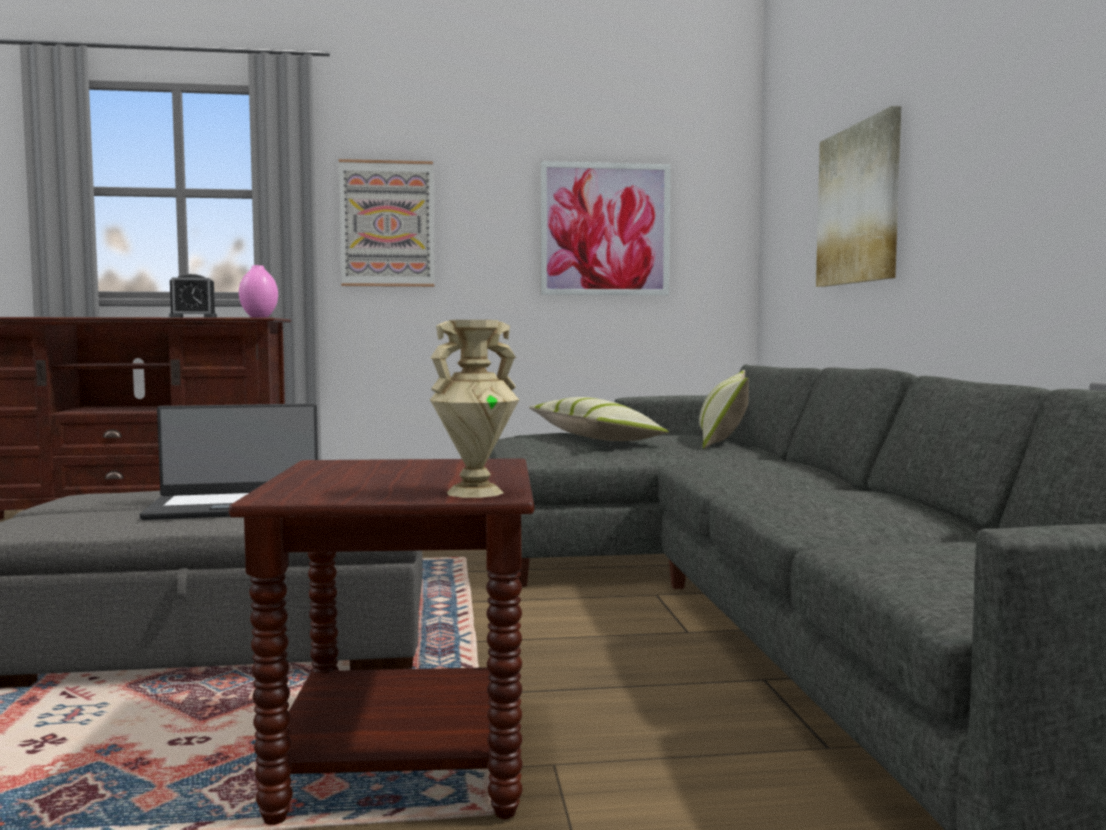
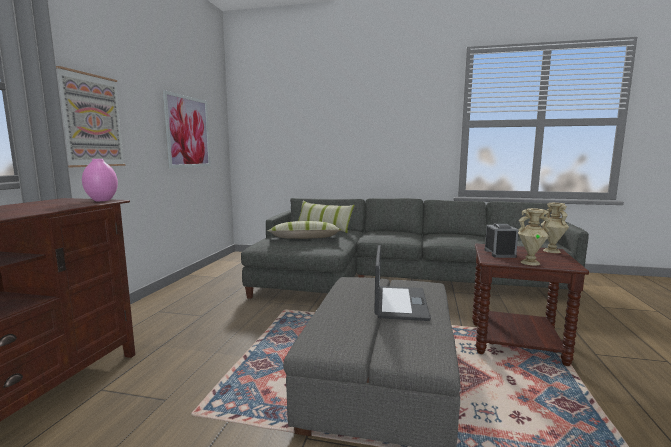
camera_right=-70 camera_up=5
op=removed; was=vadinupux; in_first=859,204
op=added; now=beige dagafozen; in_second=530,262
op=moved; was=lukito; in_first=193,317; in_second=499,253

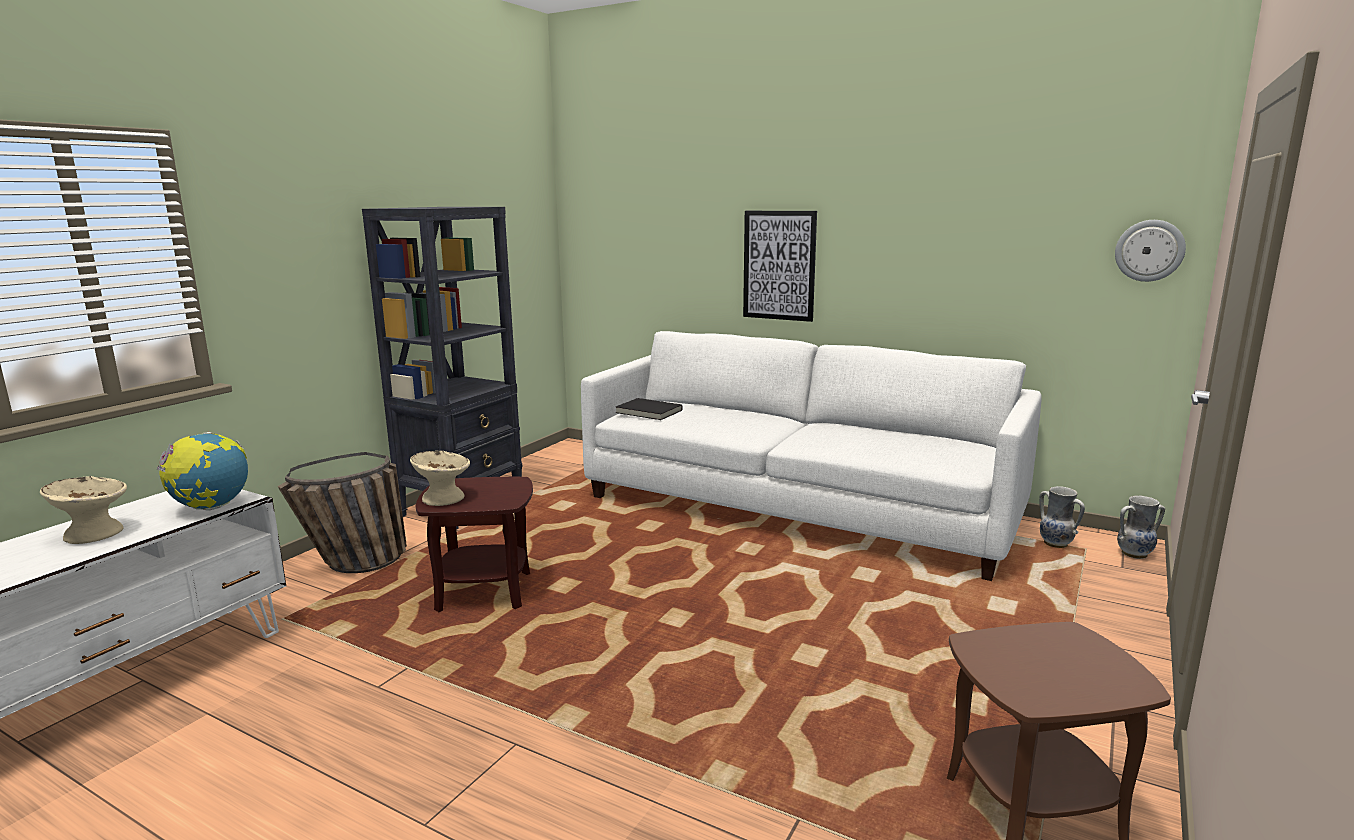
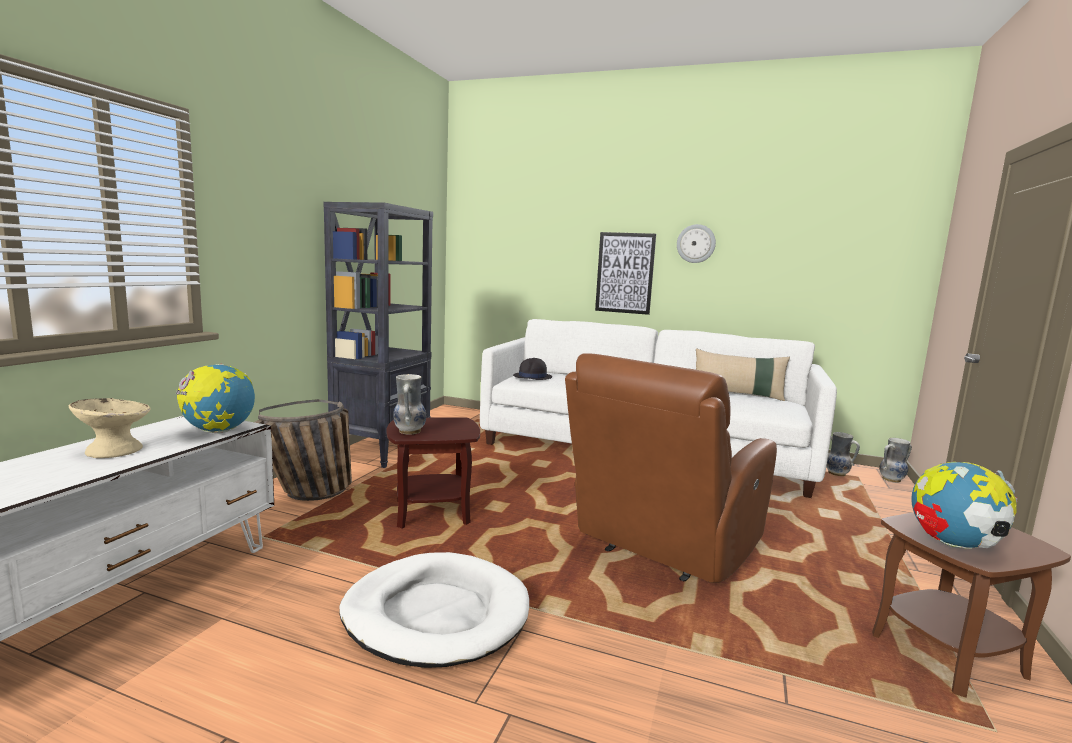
camera_right=-10 camera_up=-5
op=added; now=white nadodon; in_second=436,614
op=added; now=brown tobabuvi; in_second=662,548
op=added; now=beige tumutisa; in_second=737,394
op=added; now=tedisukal; in_second=953,545
op=moved; was=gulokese; in_first=1149,250; in_second=696,243
op=replaced; was=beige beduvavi; now=dagafozen; in_first=443,498; in_second=409,431
op=replaced; was=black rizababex; now=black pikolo; in_first=648,412; in_second=532,377

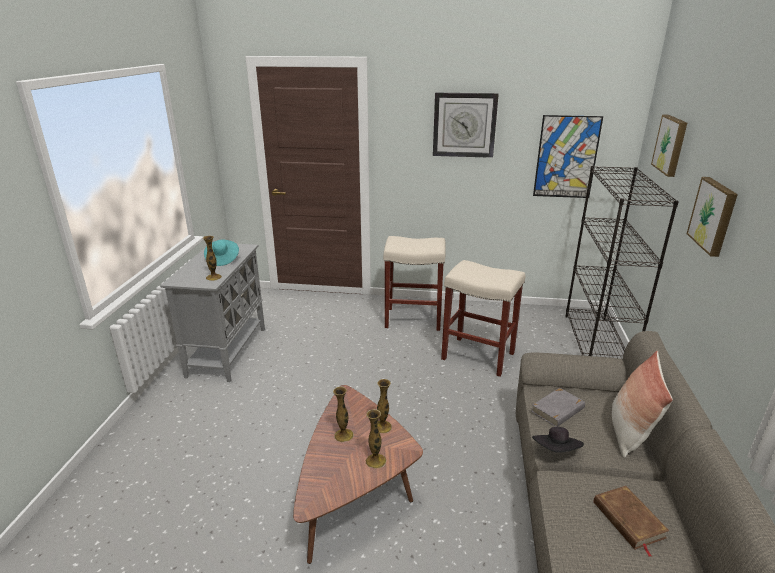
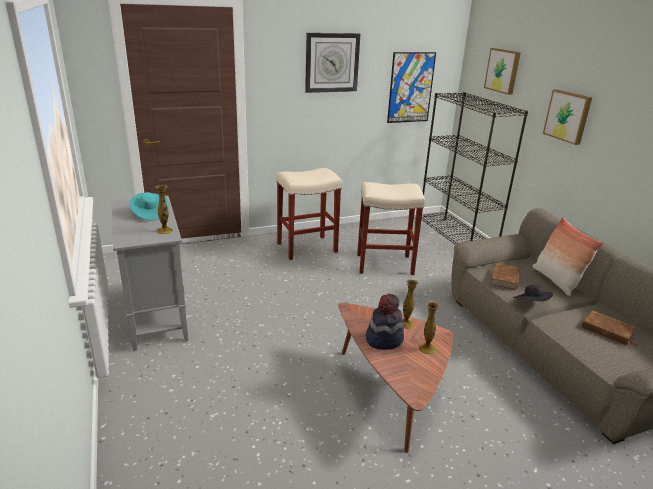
camera_right=-30 camera_up=0
op=replaced; was=dagafozen; now=pikolo; in_first=344,435; in_second=384,339
op=recoloured; was=grey rizababex; now=brown rizababex; in_first=558,410; in_second=505,278

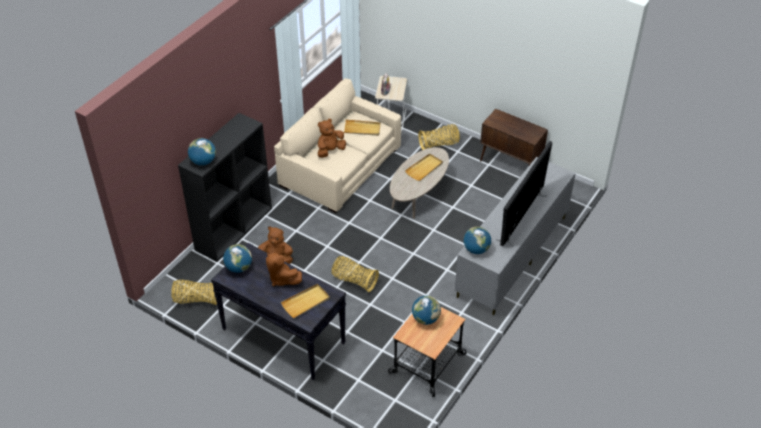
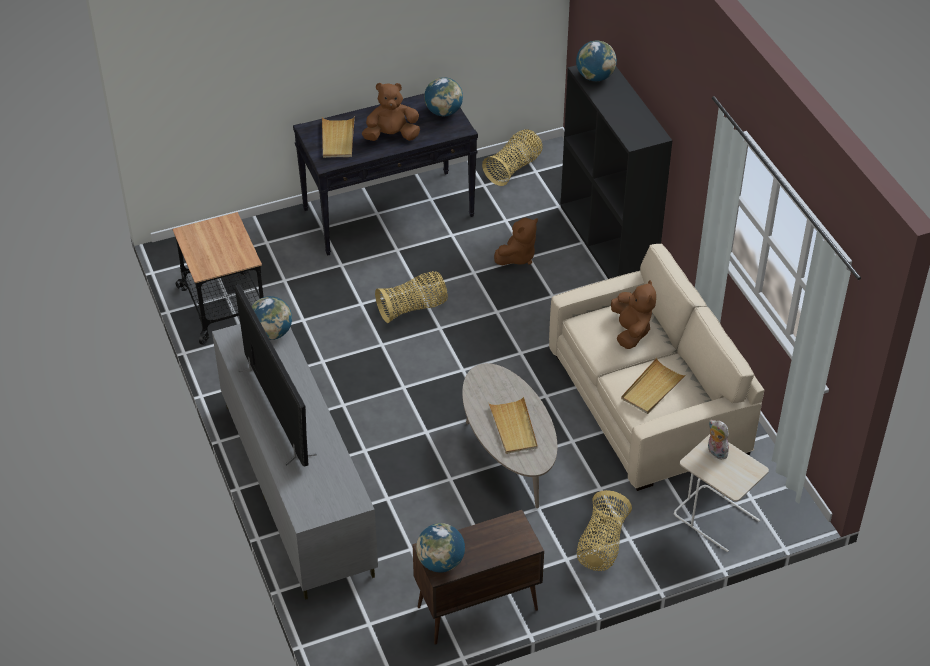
camera_right=125 camera_up=0
op=moved; was=tedisukal; in_first=425,319; in_second=440,562

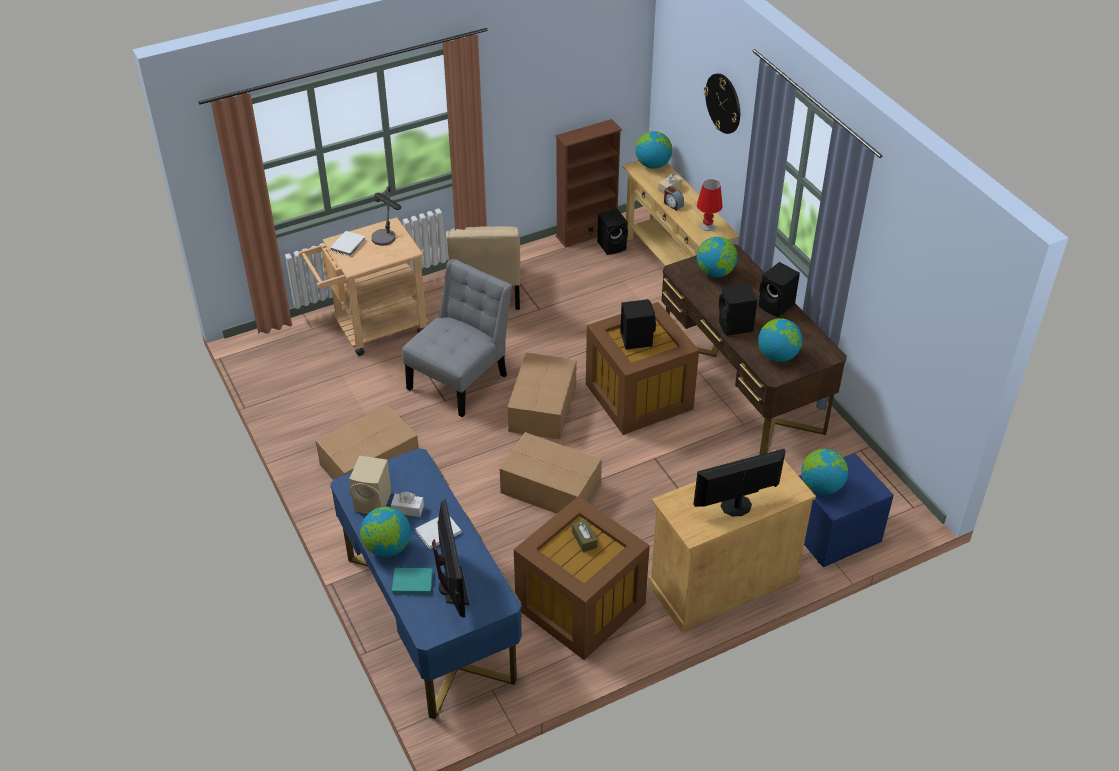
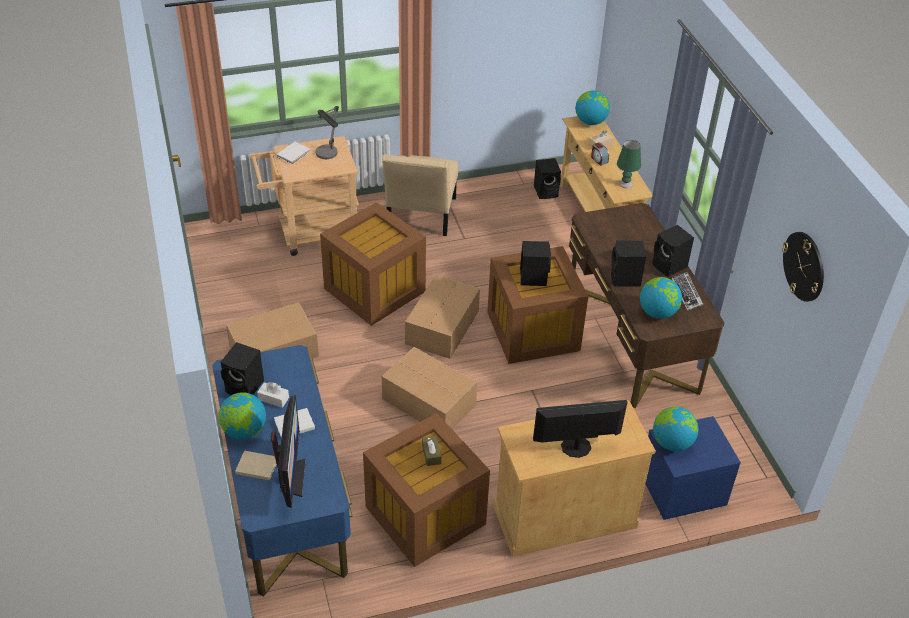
camera_right=10 camera_up=0
op=removed; was=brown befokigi; in_first=586,233
op=removed; was=tedisukal; in_first=715,272
op=added; now=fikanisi; in_second=687,293
op=moved; was=gulokese; in_first=723,103; in_second=804,266
op=replaced; was=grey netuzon; now=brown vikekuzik; in_first=461,379; in_second=376,290
op=recoloured; was=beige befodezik; now=black befodezik; in_first=374,502; in_second=245,387
op=recoloured; was=turquoise rizababex; now=beige rizababex; in_first=411,581; in_second=256,466
op=recoloured; was=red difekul; now=green difekul; in_first=707,226; in_second=625,184

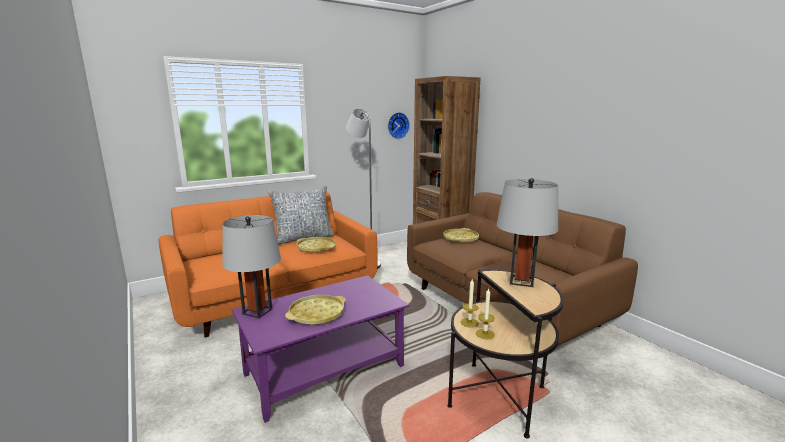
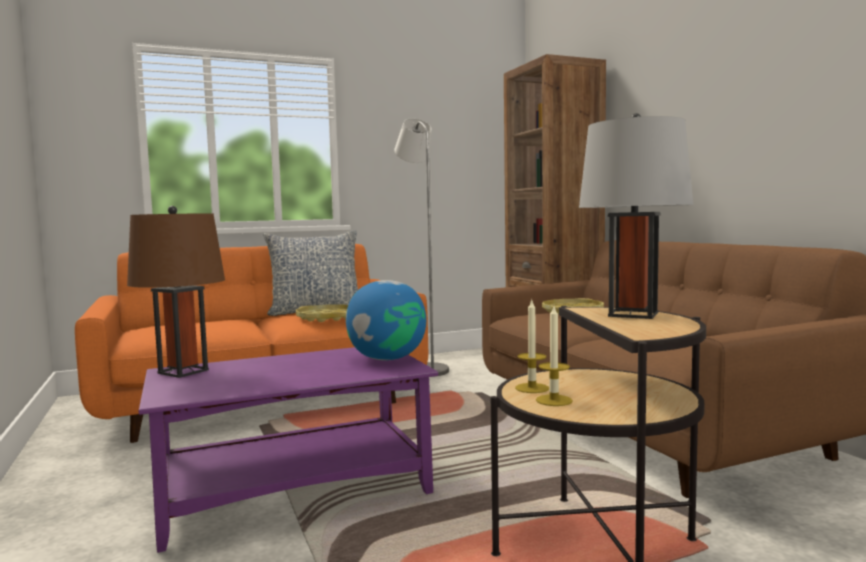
camera_right=10 camera_up=-10
op=removed; was=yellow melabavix; in_first=317,314
op=removed; was=gulokese; in_first=397,125
op=added; now=tedisukal; in_second=387,359
op=recoloured; was=grey difekul; now=brown difekul; in_first=257,311; in_second=183,371

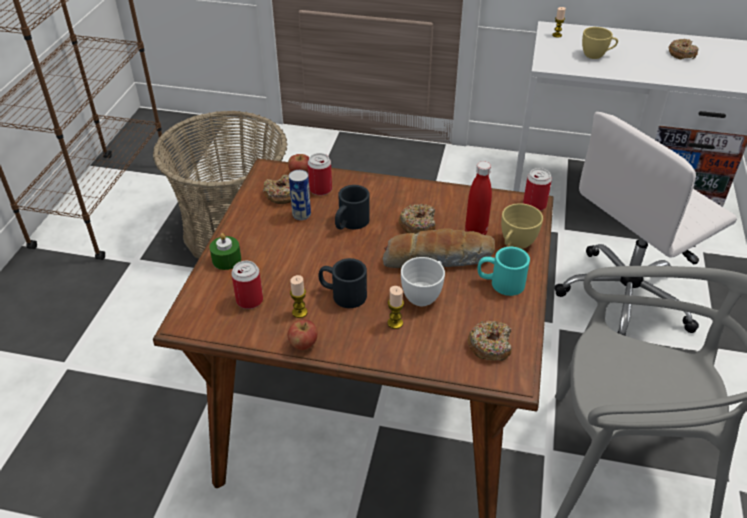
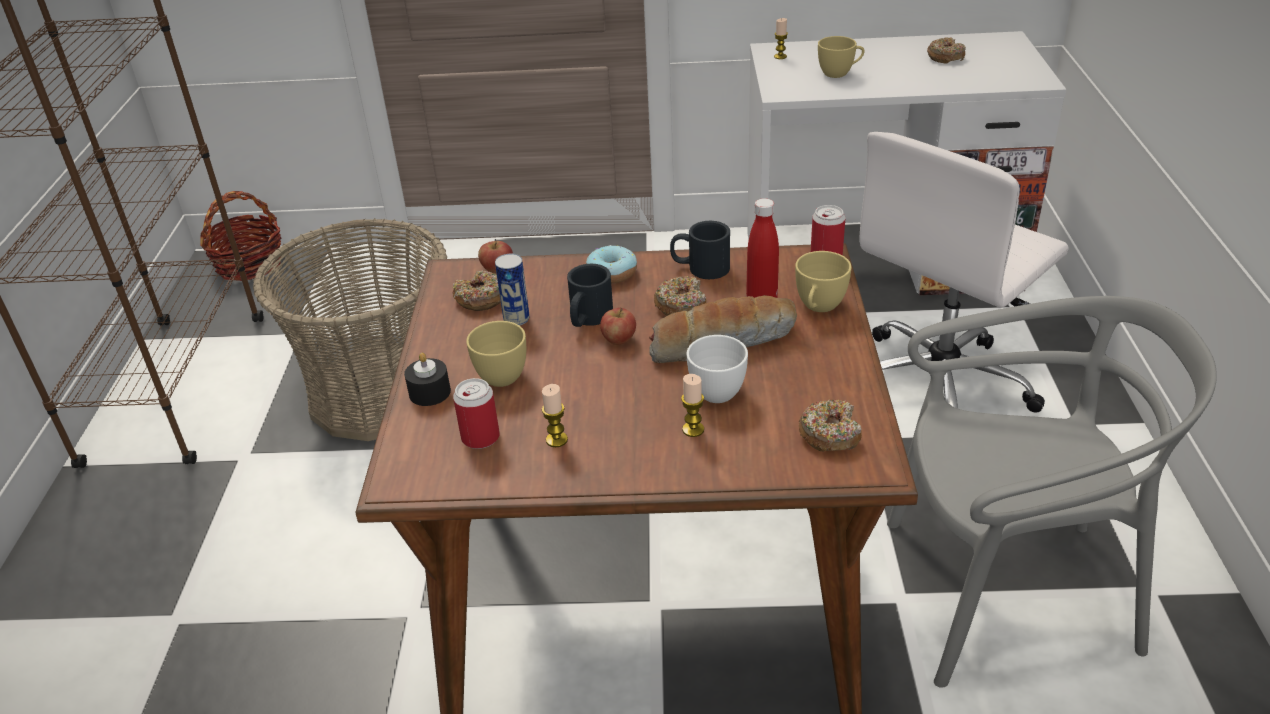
camera_right=-10 camera_up=-5
op=removed; was=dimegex; in_first=320,189
op=removed; was=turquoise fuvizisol; in_first=500,283
op=added; now=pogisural; in_second=250,264
op=added; now=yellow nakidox; in_second=503,372
op=added; now=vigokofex; in_second=612,273
op=moved; was=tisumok; in_first=303,344; in_second=618,340
op=moved; was=black fuvizisol; in_first=342,294; in_second=700,268
op=recoloured; was=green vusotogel; now=black vusotogel; in_first=226,260; in_second=429,392

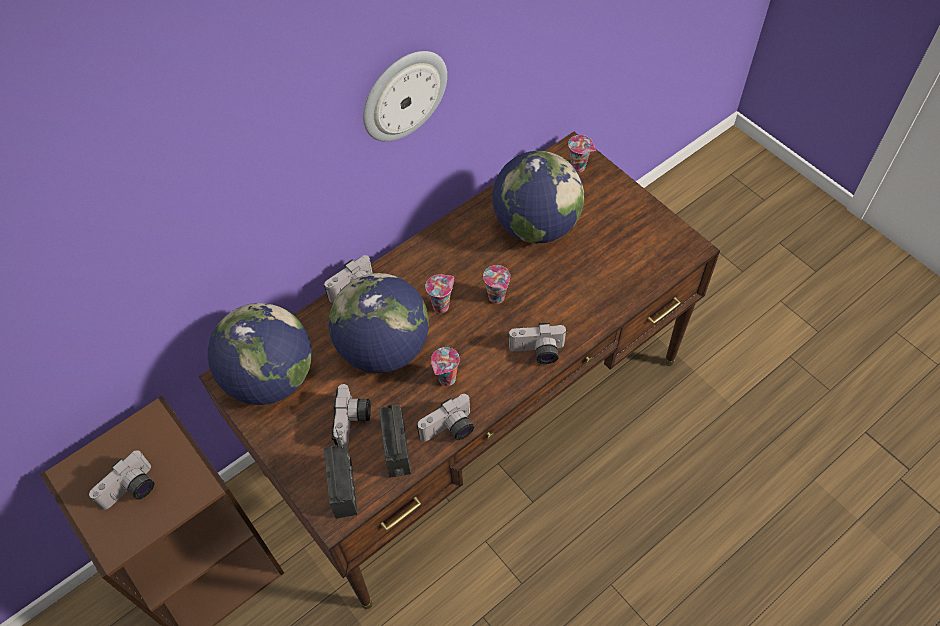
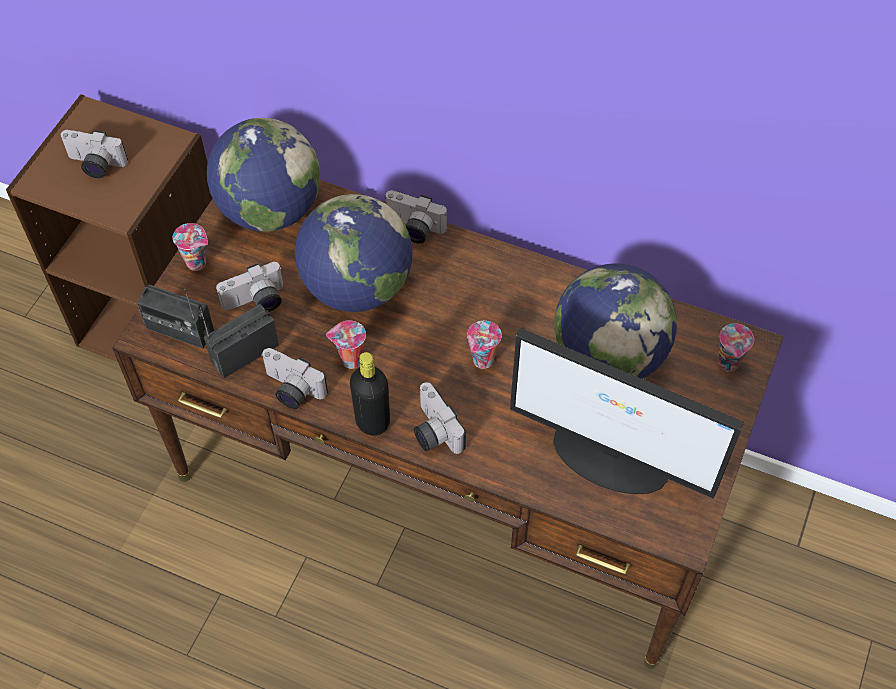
camera_right=60 camera_up=0
op=removed; was=gulokese; in_first=403,95
op=added; now=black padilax; in_second=372,421
op=added; now=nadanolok; in_second=612,458
op=moved; was=nakidox; in_first=441,305; in_second=198,263
op=turned; was=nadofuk; in_first=344,489; in_second=180,329; clockwise=60

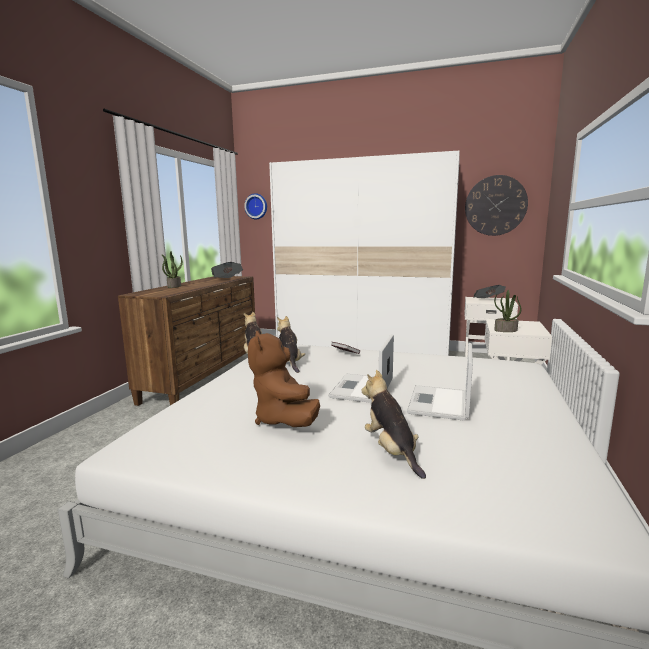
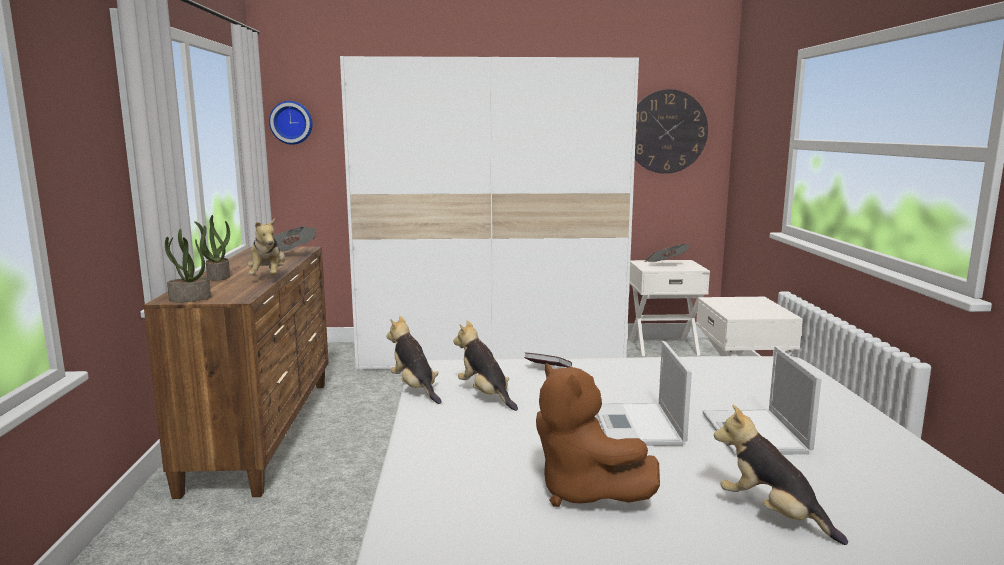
camera_right=-20 camera_up=0
op=added; now=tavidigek; in_second=269,277
op=moved; was=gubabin; in_first=505,330; in_second=189,299

